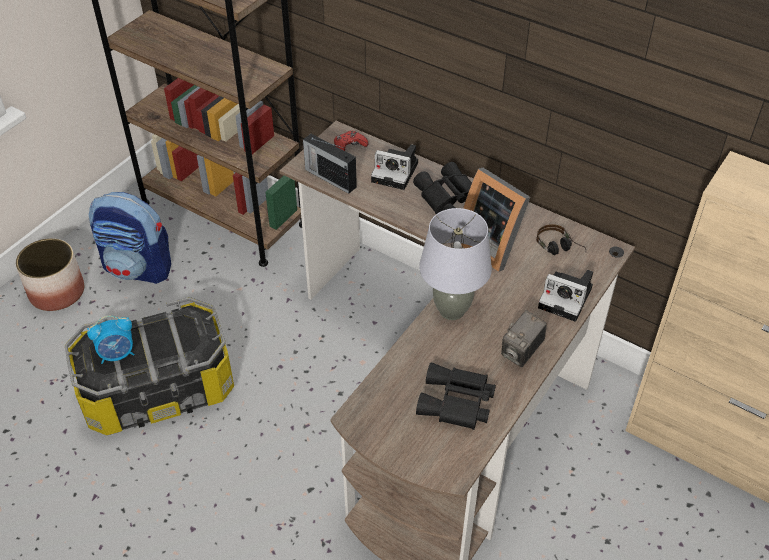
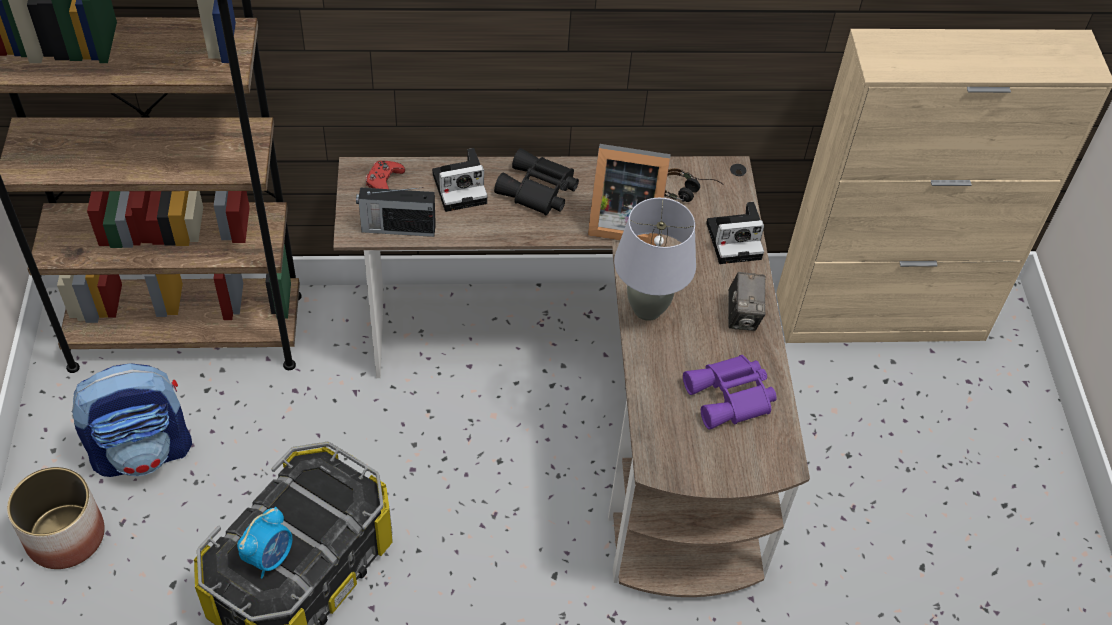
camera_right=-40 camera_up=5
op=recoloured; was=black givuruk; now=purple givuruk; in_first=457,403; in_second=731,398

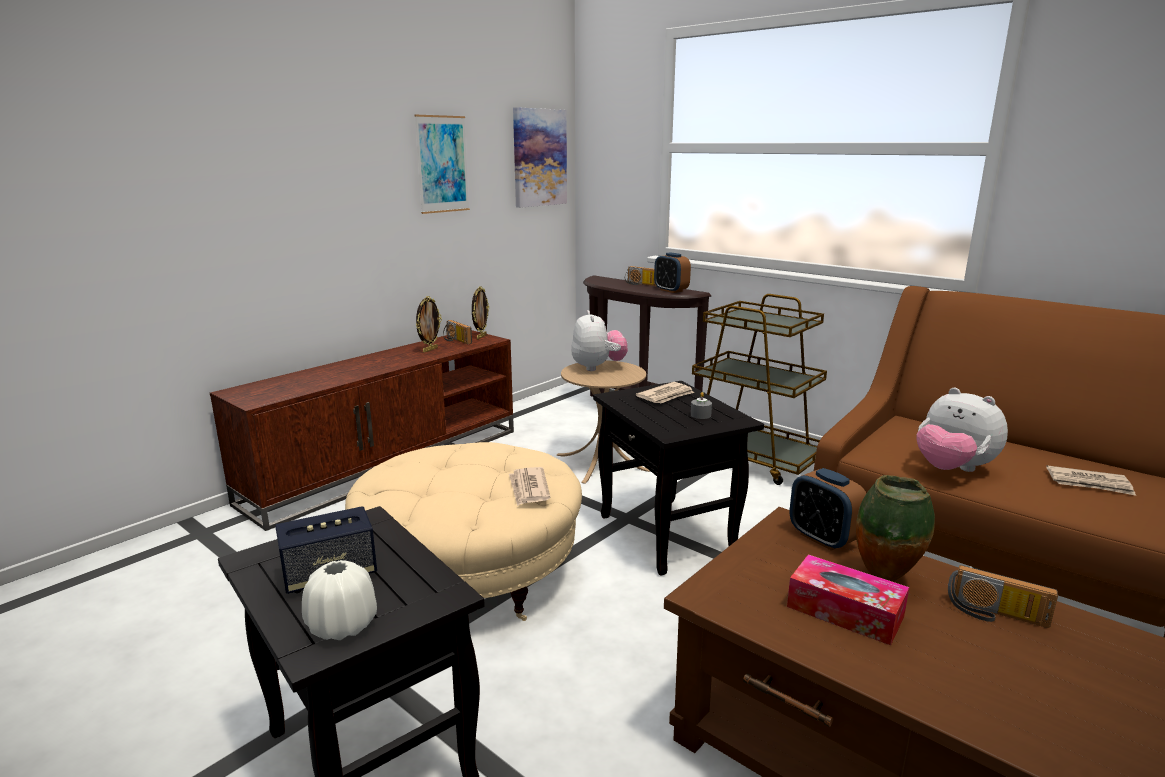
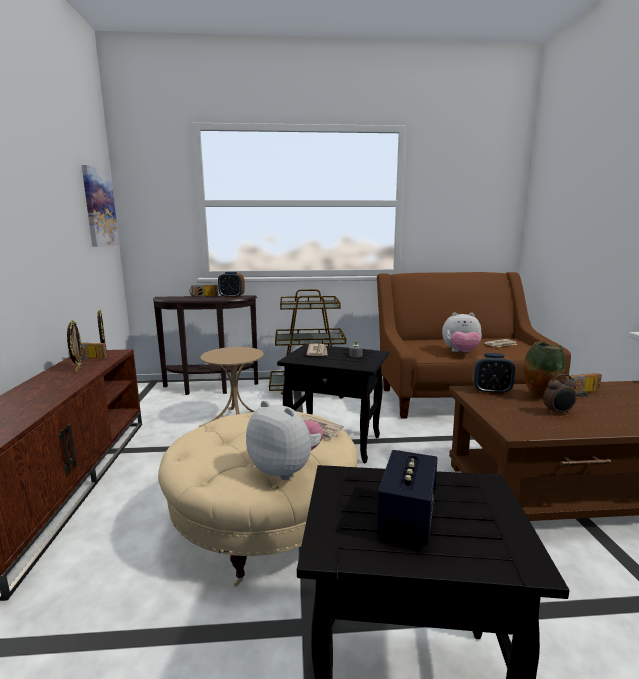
camera_right=-45 camera_up=-5
op=removed; was=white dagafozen; in_first=342,626
op=removed; was=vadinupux; in_first=442,164
op=moved; was=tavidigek; in_first=598,367; in_second=286,469
op=replaced; was=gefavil; now=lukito; in_first=844,611; in_second=558,413

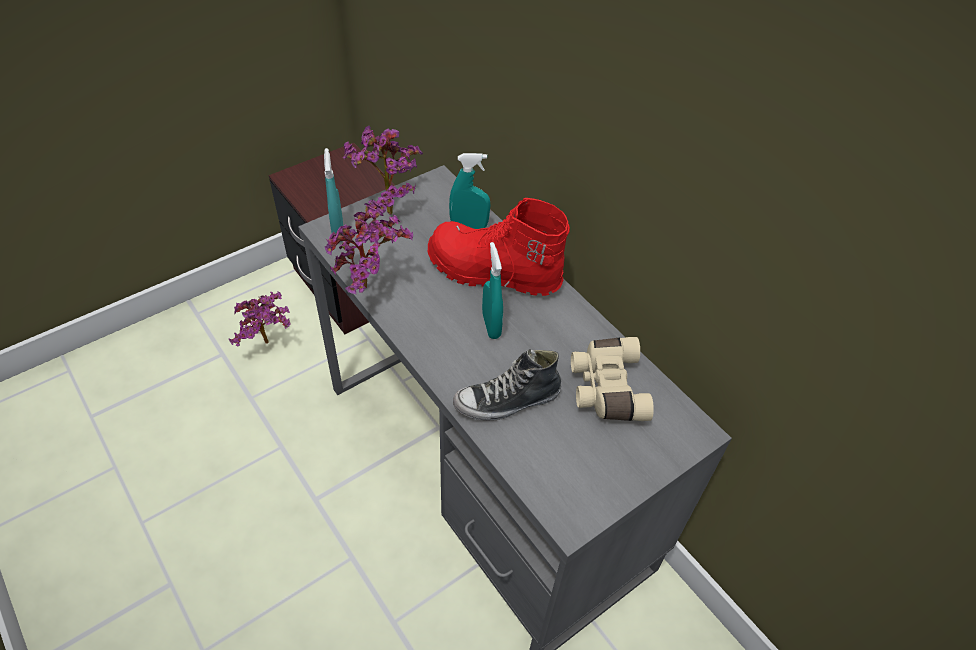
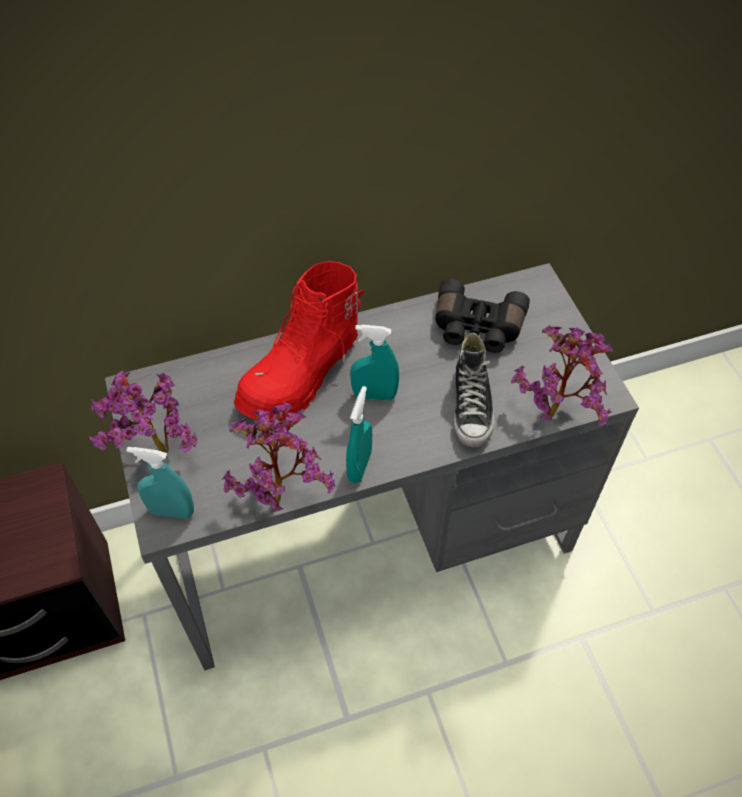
camera_right=-70 camera_up=5
op=moved; was=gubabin; in_first=269,345; in_second=555,412
op=moved; was=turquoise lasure; in_first=469,227; in_second=359,466
op=recoloured; was=beige givuruk; now=black givuruk; in_first=605,388; in_second=477,328

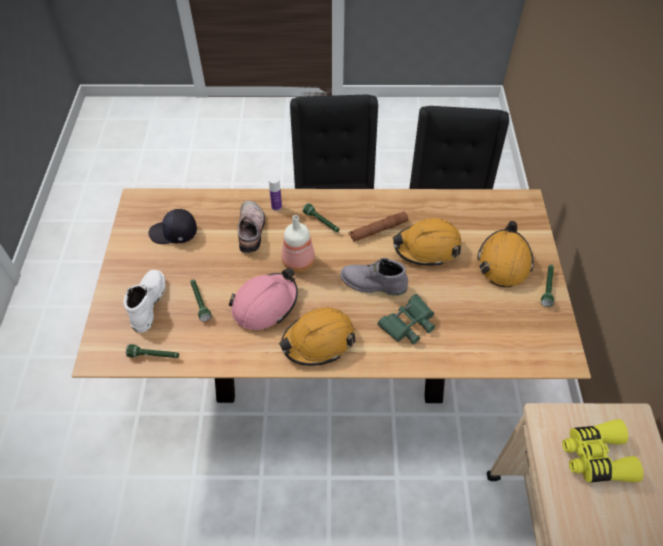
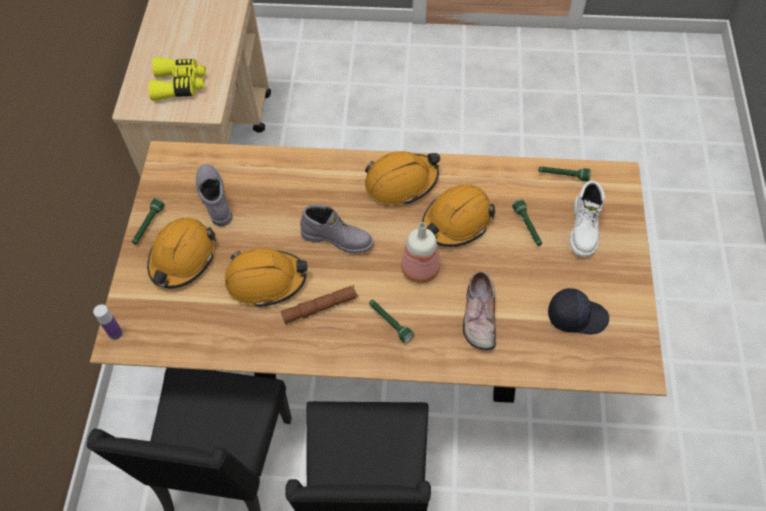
camera_right=-175 camera_up=5
op=removed; was=green givuruk; in_first=408,323
op=added; now=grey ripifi; in_second=213,198
op=moved; was=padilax; in_first=276,207; in_second=115,333
op=recoloured; was=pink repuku; now=orange repuku; in_first=265,304; in_second=456,221

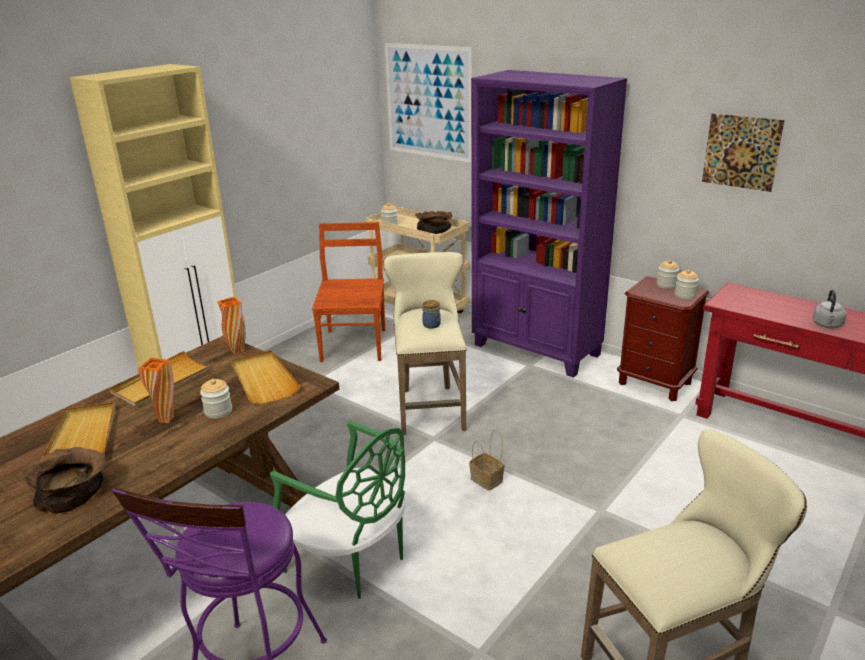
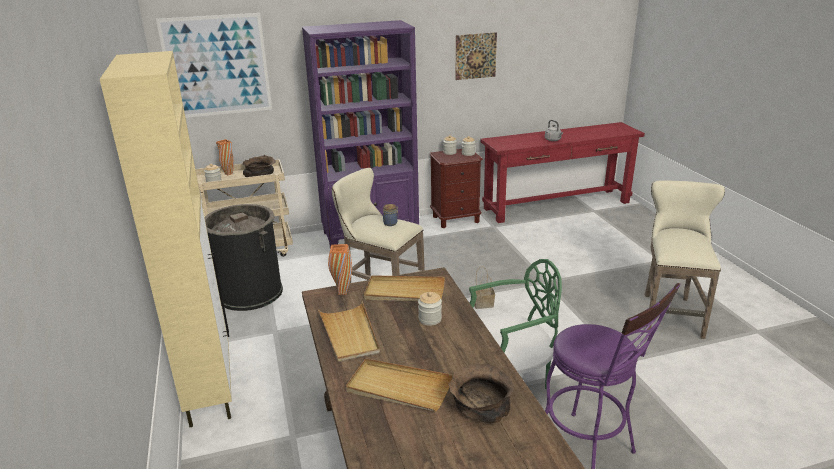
camera_right=-55 camera_up=0
op=moved; was=orange dagafozen; in_first=166,419; in_second=228,174
op=replaced; was=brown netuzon; now=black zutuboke; in_first=354,344; in_second=250,292

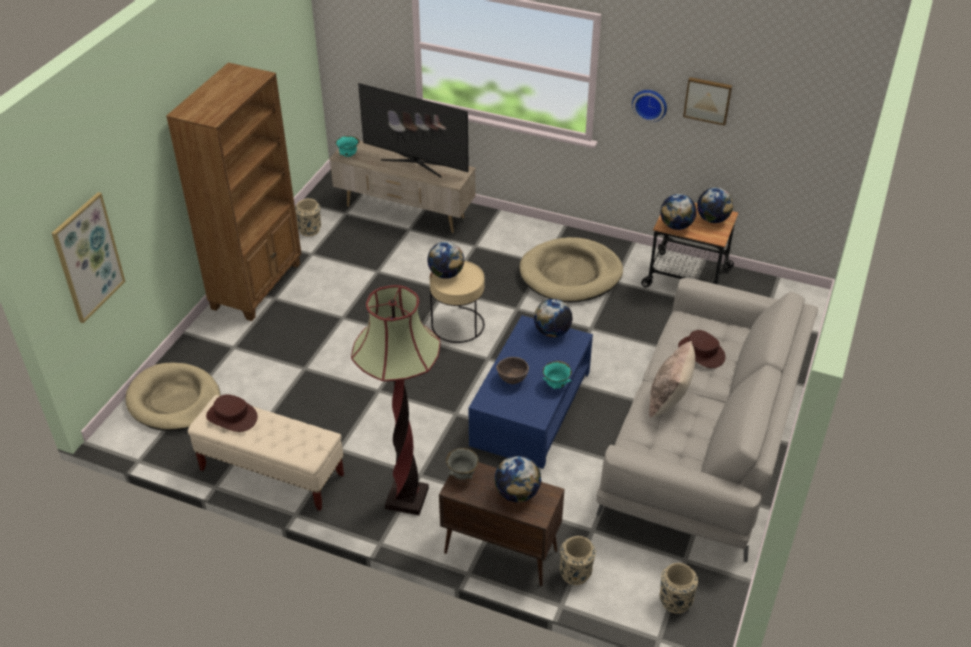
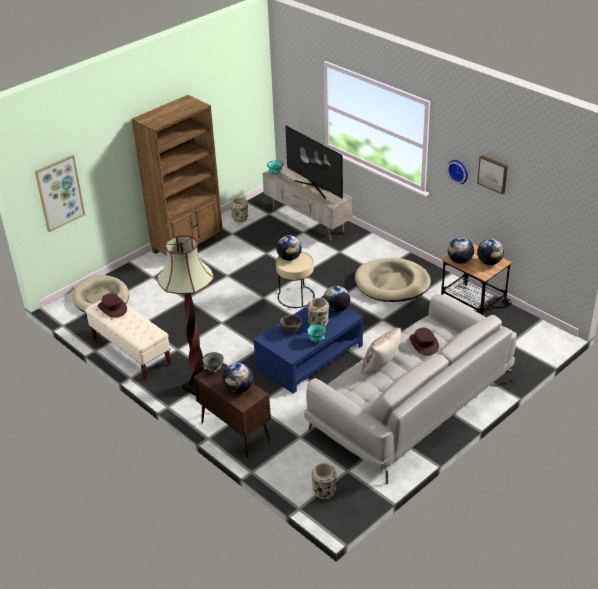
camera_right=25 camera_up=-5
op=moved; was=beige dagafozen; in_first=575,573; in_second=318,323

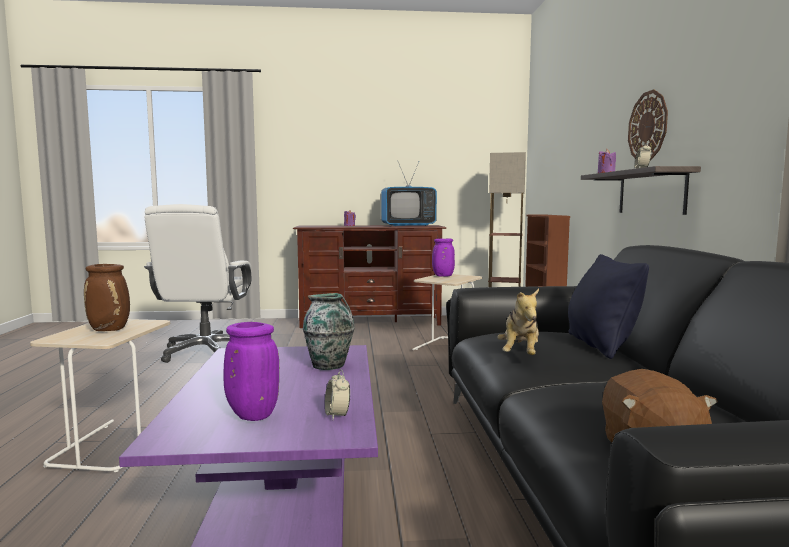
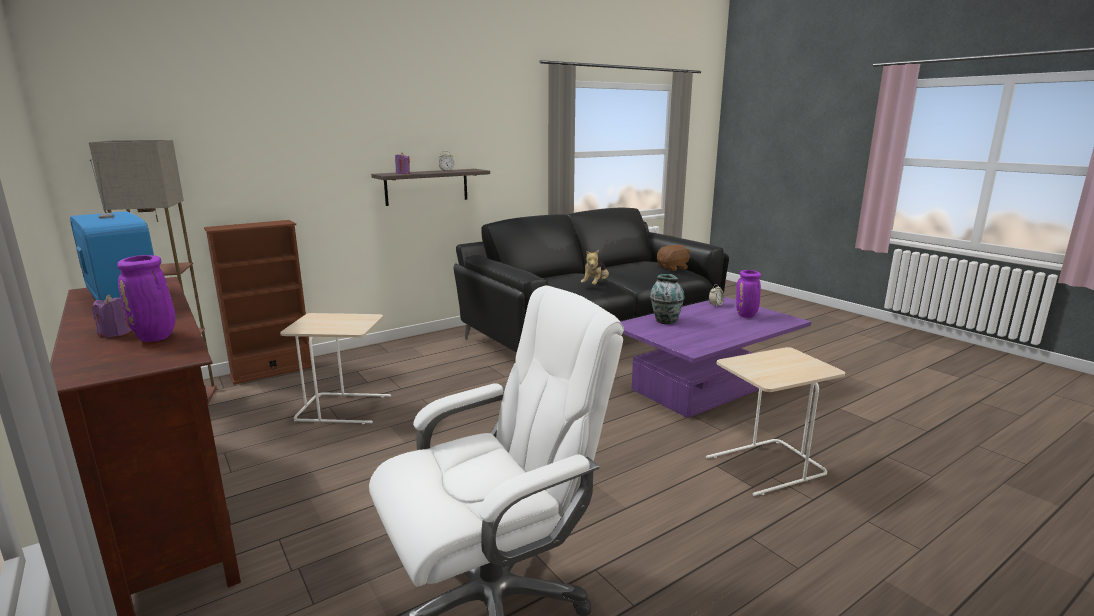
camera_right=-120 camera_up=10
op=removed; was=brown dagafozen; in_first=110,329
op=removed; was=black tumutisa; in_first=601,345
op=removed; was=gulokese; in_first=648,126
op=moved; was=purple dagafozen; in_first=442,276; in_second=156,338
op=turned; was=tavidigek; in_first=520,354; in_second=595,285; clockwise=135

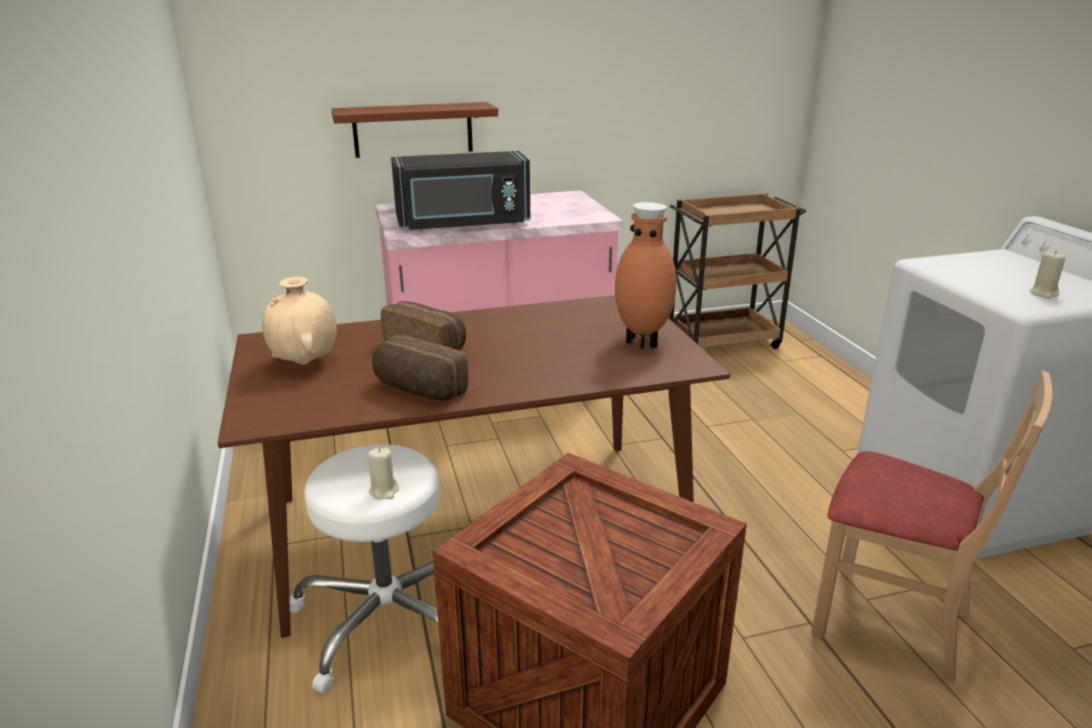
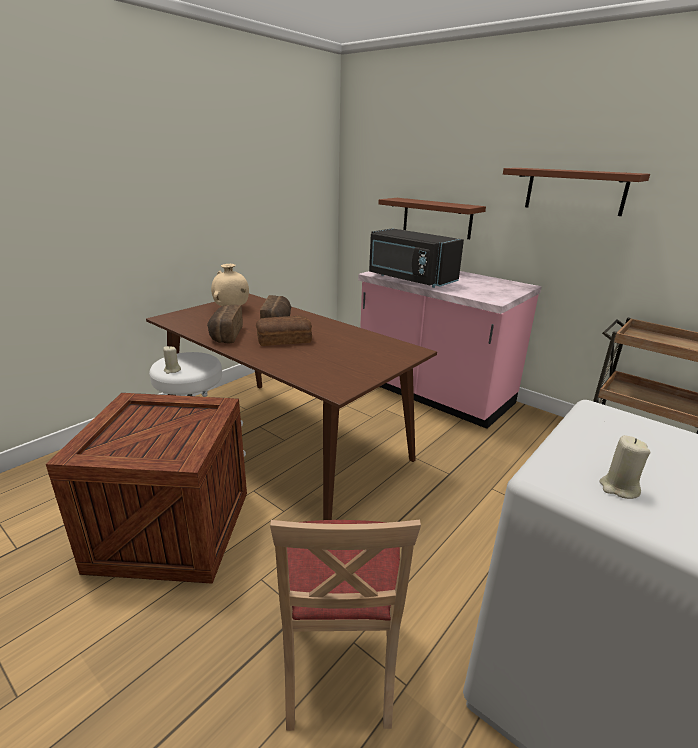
camera_right=55 camera_up=0
op=removed; was=brown dagafozen; in_first=643,342
op=added; now=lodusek; in_second=283,339
op=added; now=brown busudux; in_second=575,191

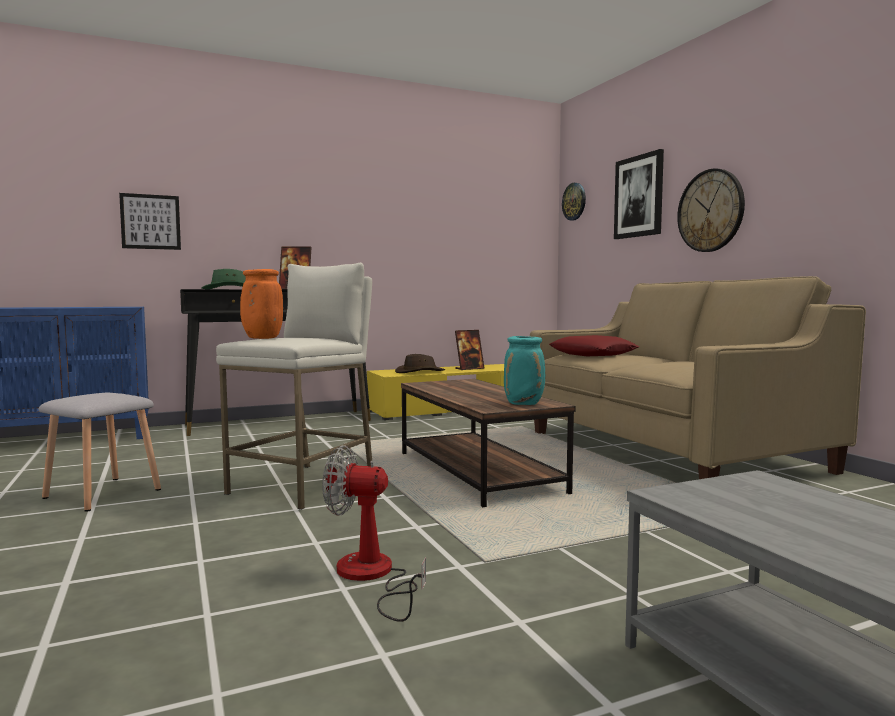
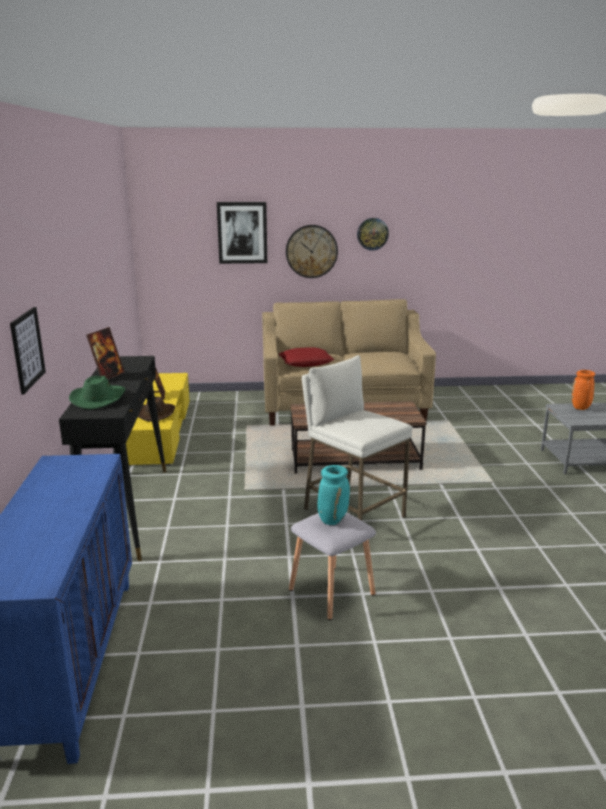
camera_right=-70 camera_up=15
op=removed; was=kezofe; in_first=372,577
op=moved; was=orange dagafozen; in_first=261,338; in_second=580,408
op=moved; was=turquoise dagafozen; in_first=524,404; in_second=332,519
op=moved; was=gulokese; in_first=574,201; in_second=372,234

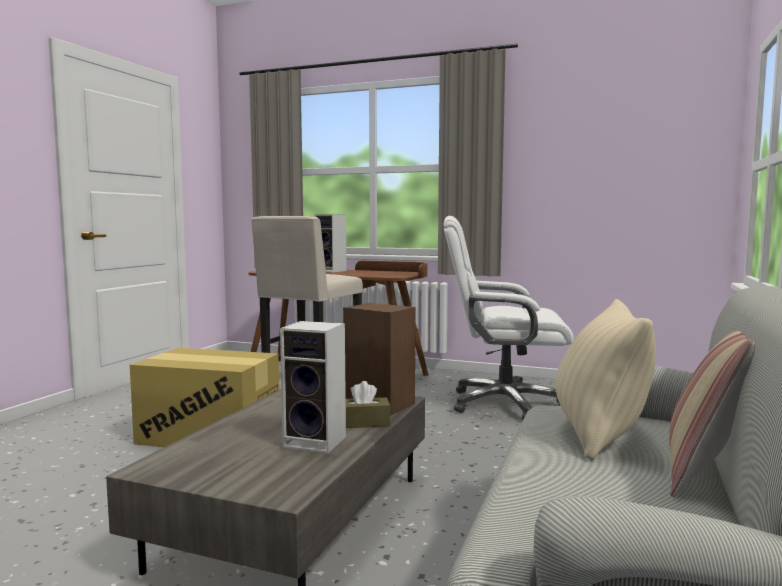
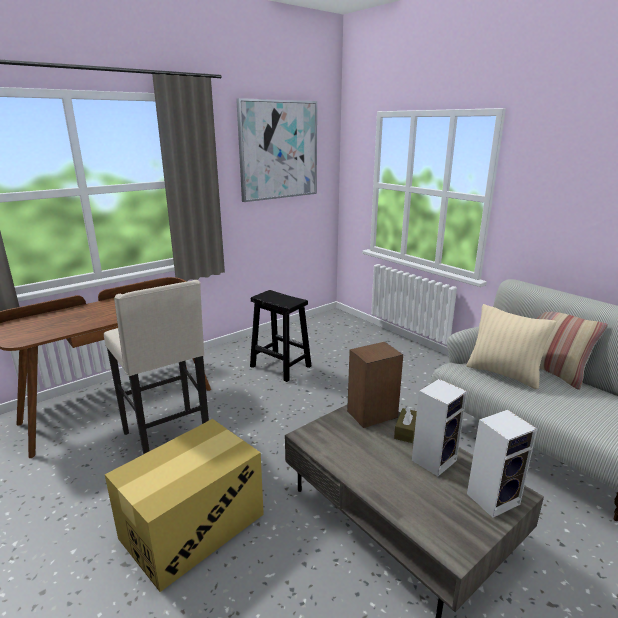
camera_right=-60 camera_up=15
op=added; now=vadinupux; in_second=278,150
op=moved; was=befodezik; in_first=332,271; in_second=493,498
op=replaced; was=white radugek; now=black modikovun; in_first=503,403; in_second=279,366

